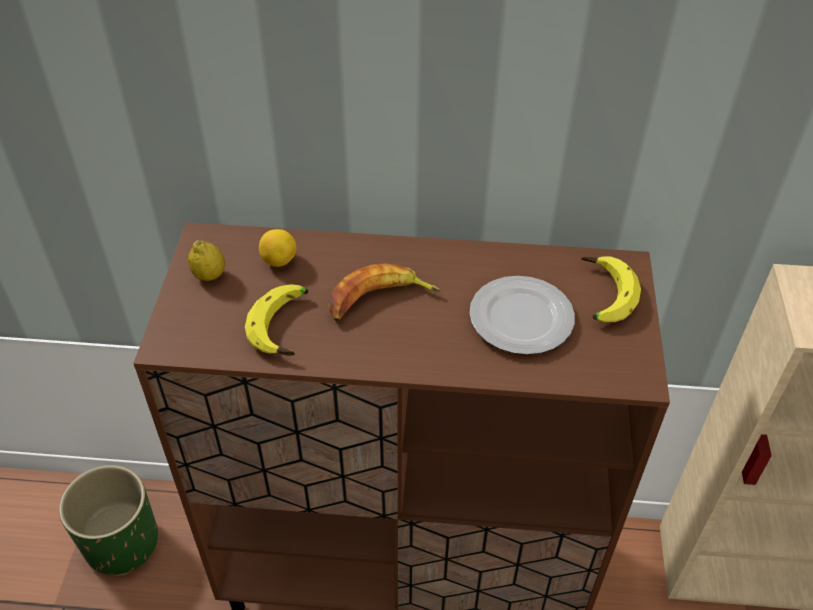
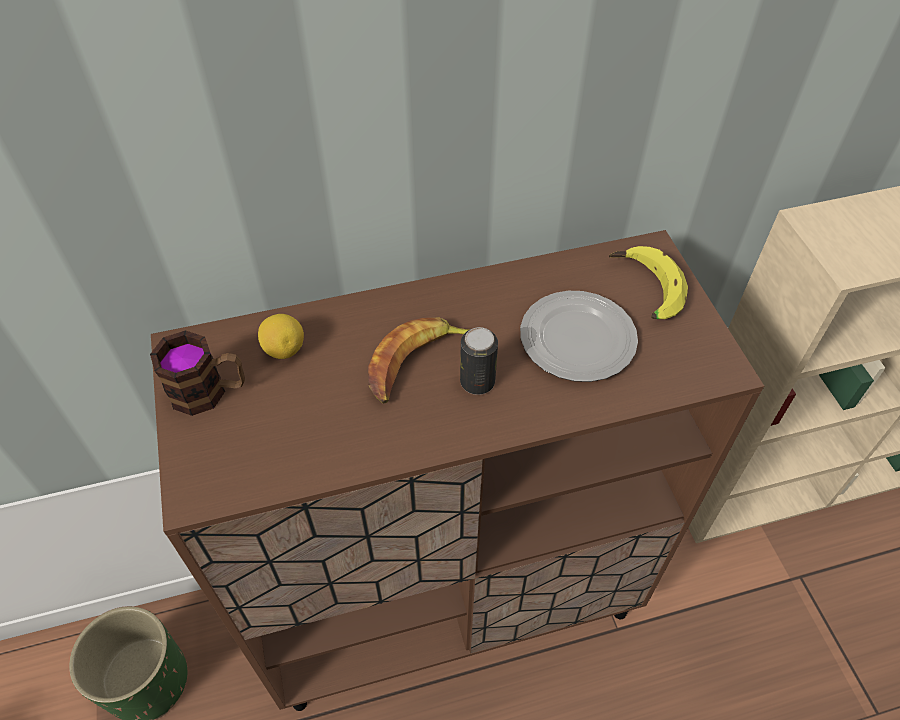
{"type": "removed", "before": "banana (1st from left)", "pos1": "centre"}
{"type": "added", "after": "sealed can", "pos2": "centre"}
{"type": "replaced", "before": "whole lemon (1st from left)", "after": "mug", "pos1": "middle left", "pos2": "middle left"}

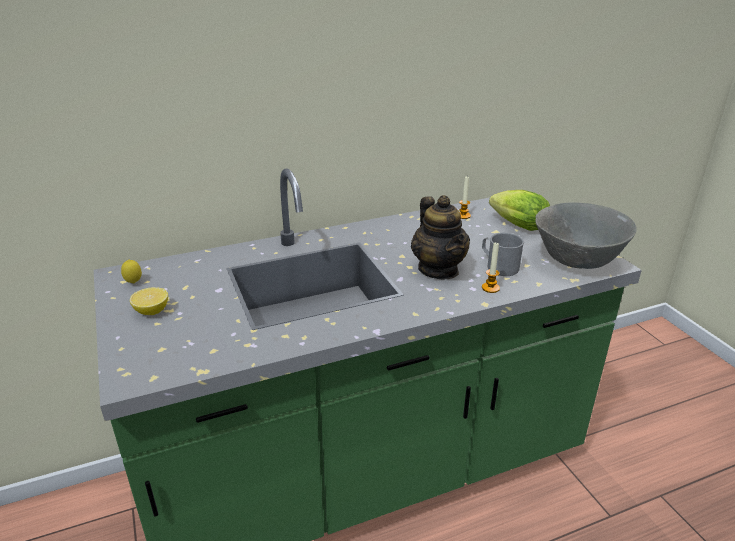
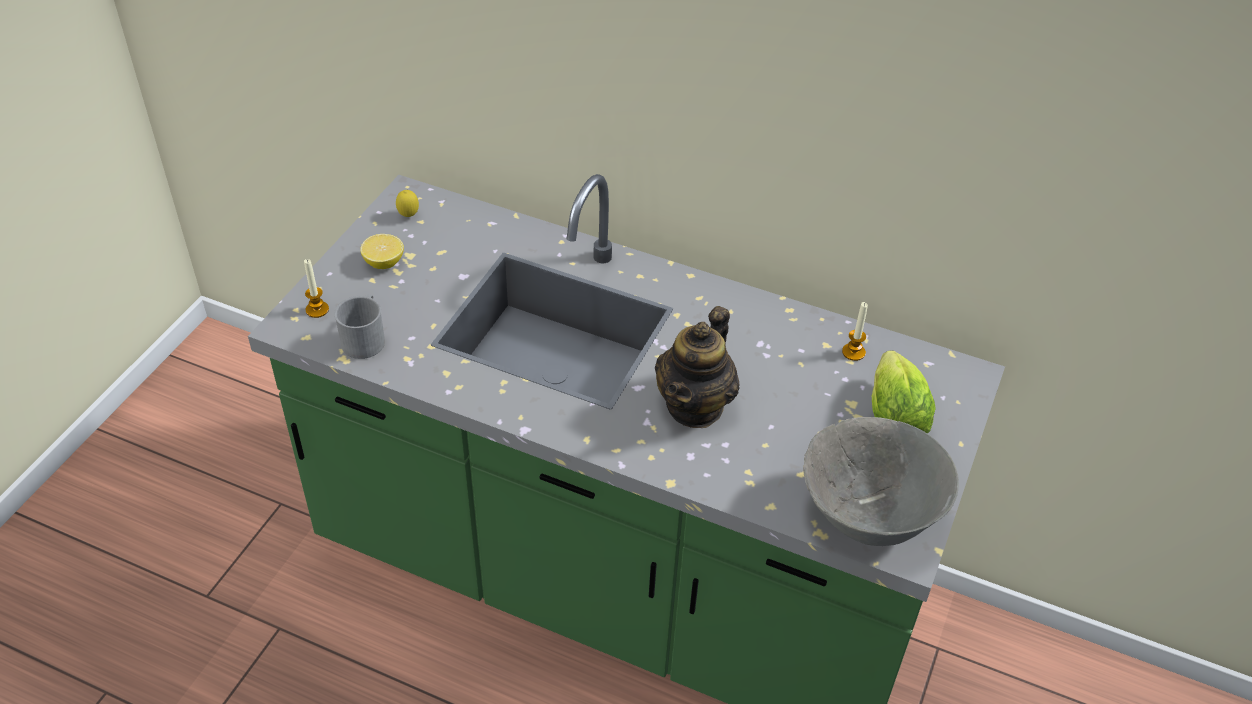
{"type": "moved", "before": "mug in grey", "pos1": "middle right", "pos2": "middle left"}
{"type": "moved", "before": "candle (2nd from left in the first image)", "after": "candle (1st from left)", "pos1": "middle right", "pos2": "middle left"}

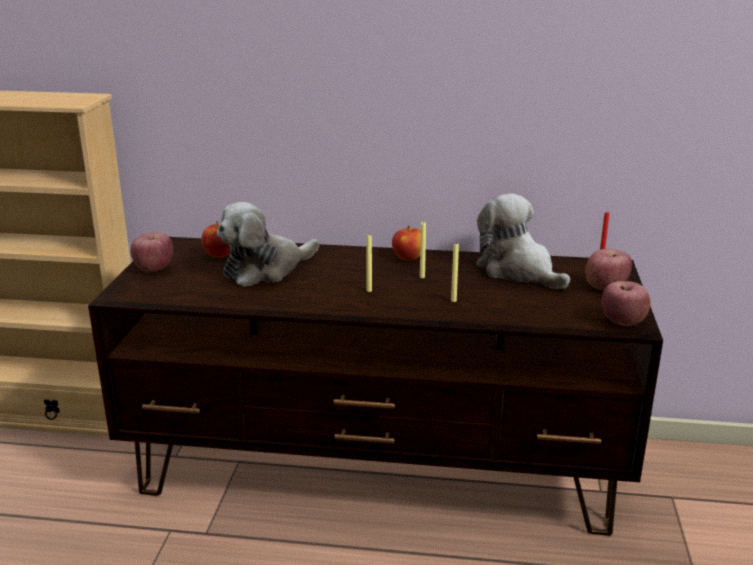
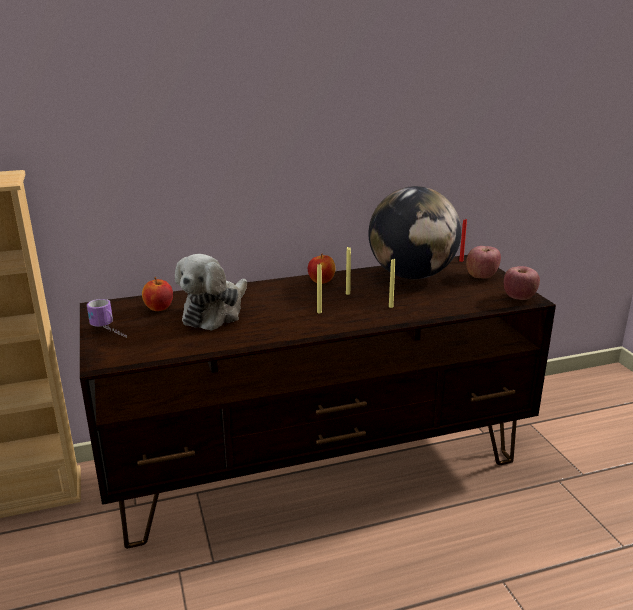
{"type": "replaced", "before": "apple (1st from left)", "after": "mug", "pos1": "middle left", "pos2": "middle left"}
{"type": "replaced", "before": "cuddly toy (2nd from left)", "after": "globe", "pos1": "middle right", "pos2": "centre"}

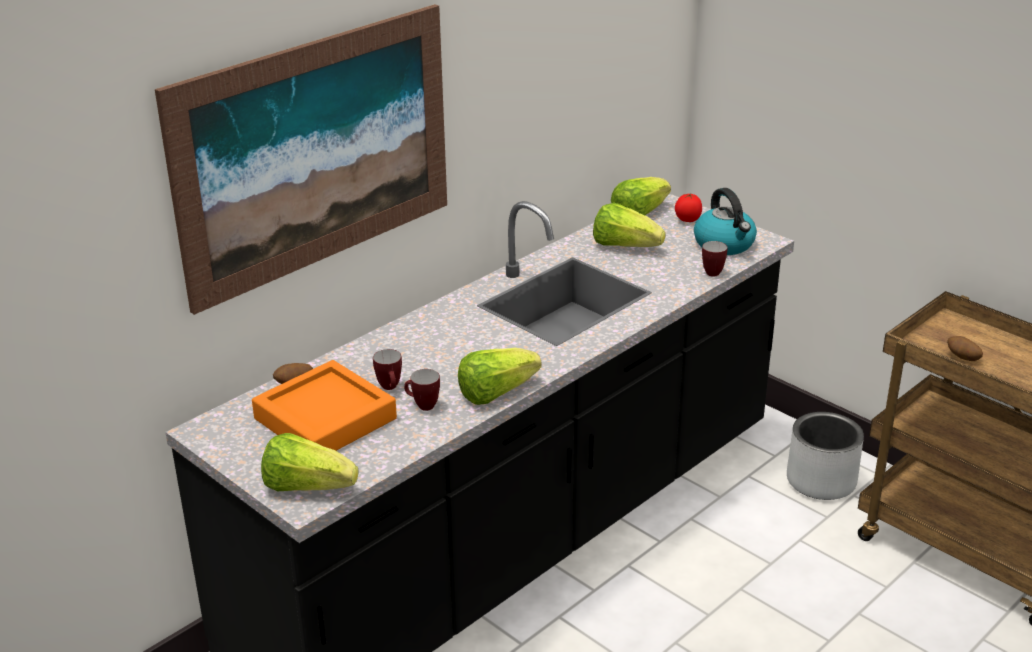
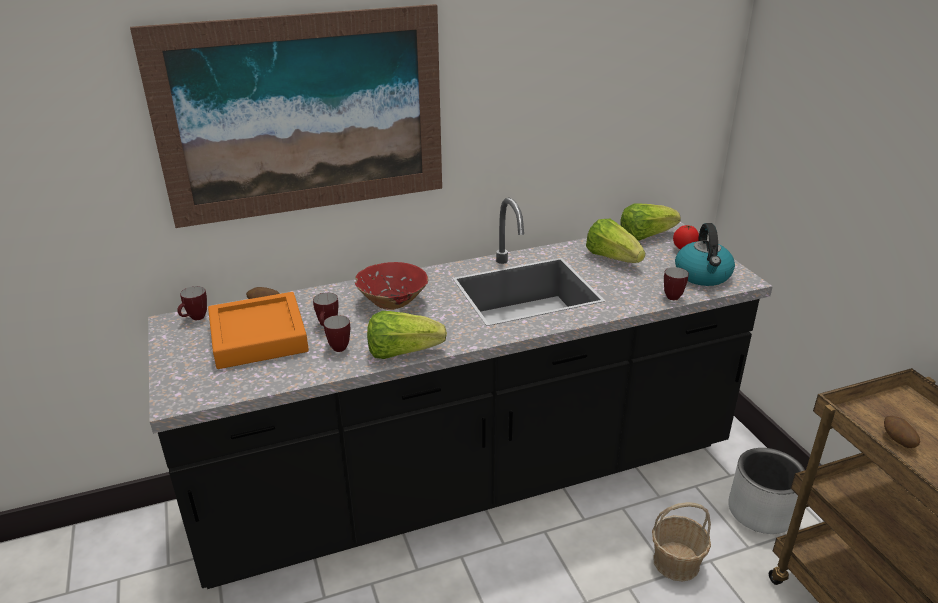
{"type": "removed", "before": "lettuce head (1st from left)", "pos1": "bottom left"}
{"type": "added", "after": "mug (1st from left)", "pos2": "middle left"}
{"type": "added", "after": "deep dish in red", "pos2": "centre"}
{"type": "added", "after": "household basket", "pos2": "bottom right"}

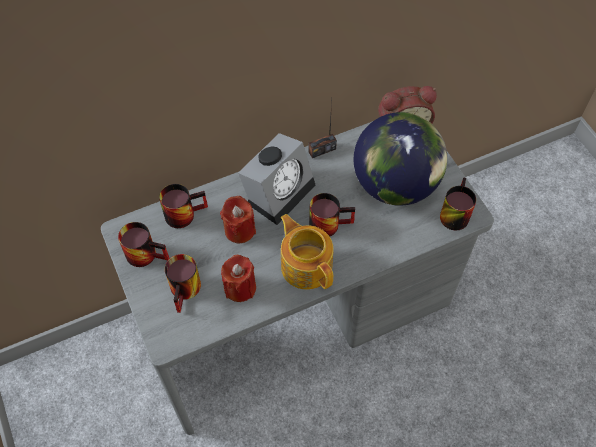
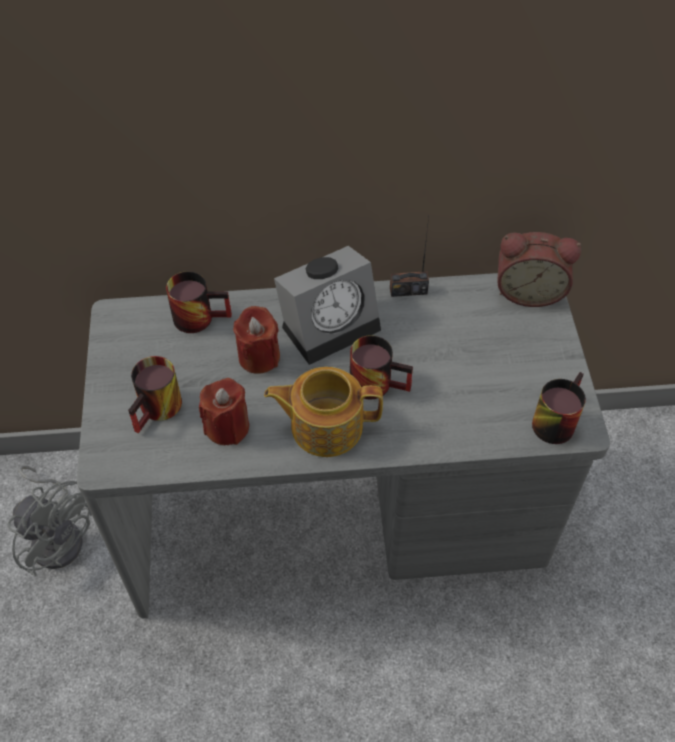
{"type": "removed", "before": "mug (1st from left)", "pos1": "middle left"}
{"type": "removed", "before": "globe", "pos1": "middle right"}
{"type": "added", "after": "cooling fan in grey", "pos2": "bottom left"}
{"type": "turned", "before": "teapot", "pos1": "centre", "pos2": "centre", "turn": -75}

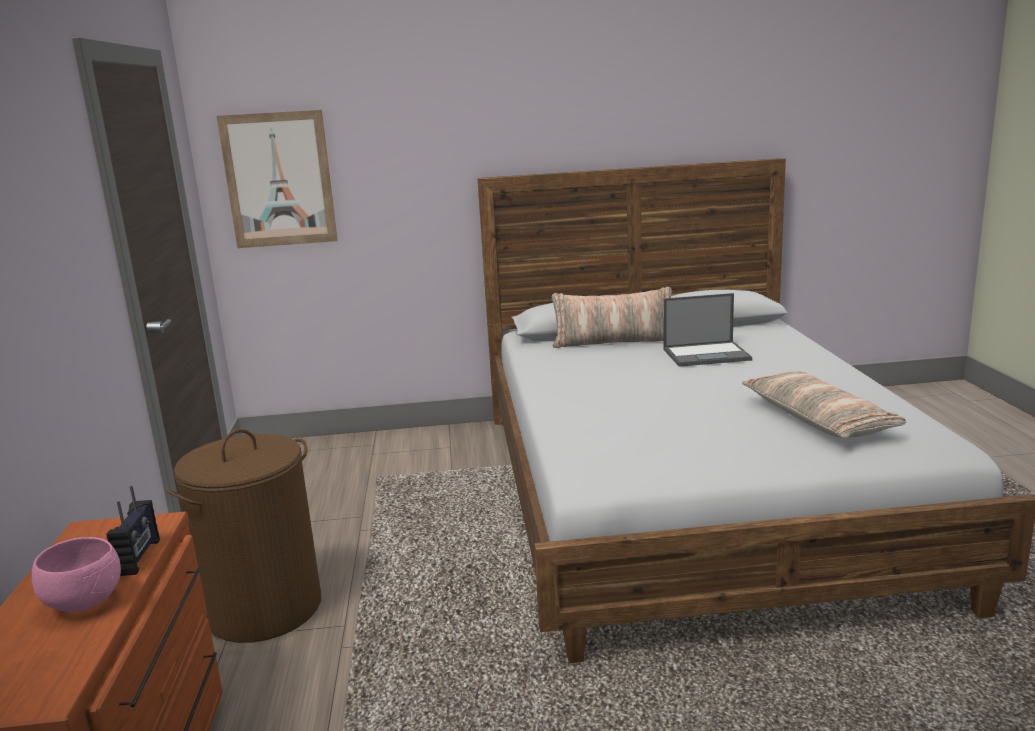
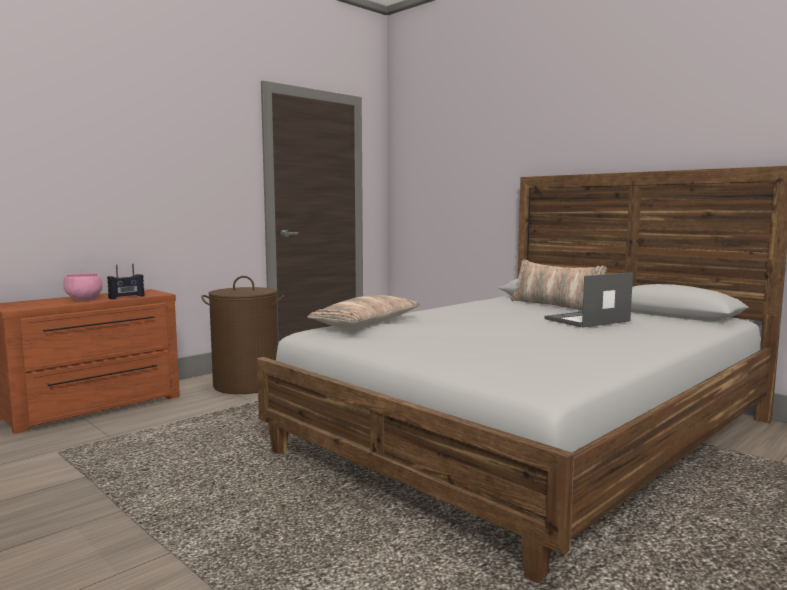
{"type": "removed", "before": "picture", "pos1": "top left"}
{"type": "moved", "before": "cushion (2nd from left in the first image)", "after": "cushion (1st from left)", "pos1": "middle right", "pos2": "centre"}
{"type": "turned", "before": "laptop", "pos1": "middle right", "pos2": "middle right", "turn": 105}

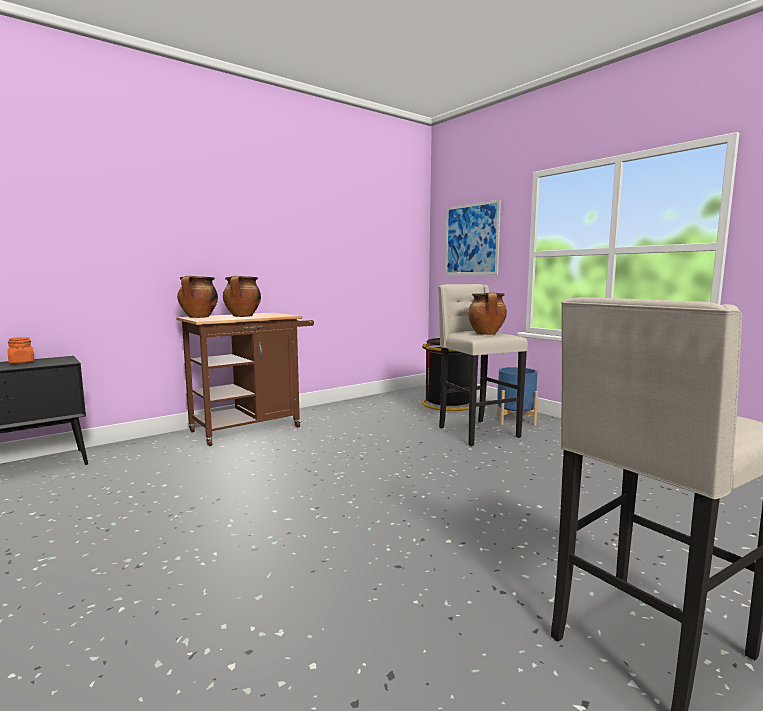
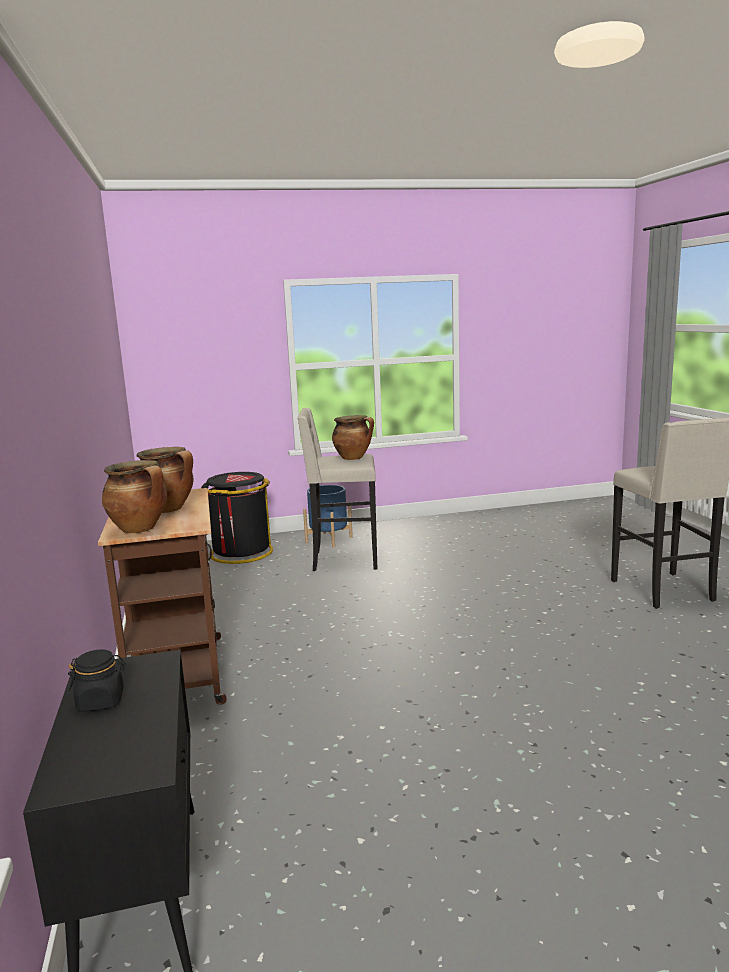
{"type": "removed", "before": "picture", "pos1": "centre"}
{"type": "recoloured", "before": "jar in orange", "after": "jar in black", "pos1": "middle left", "pos2": "bottom left"}

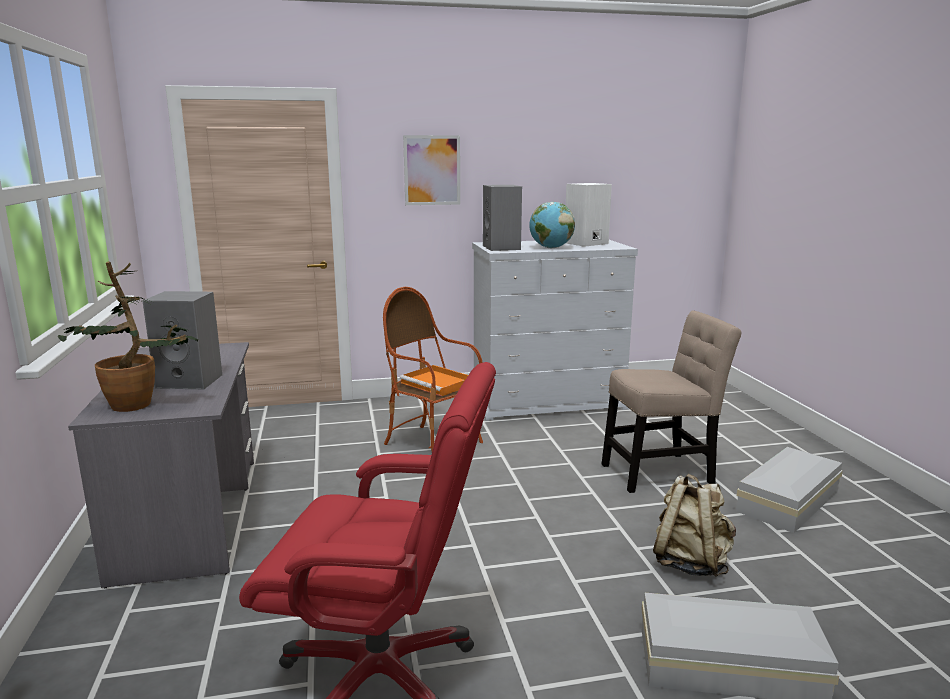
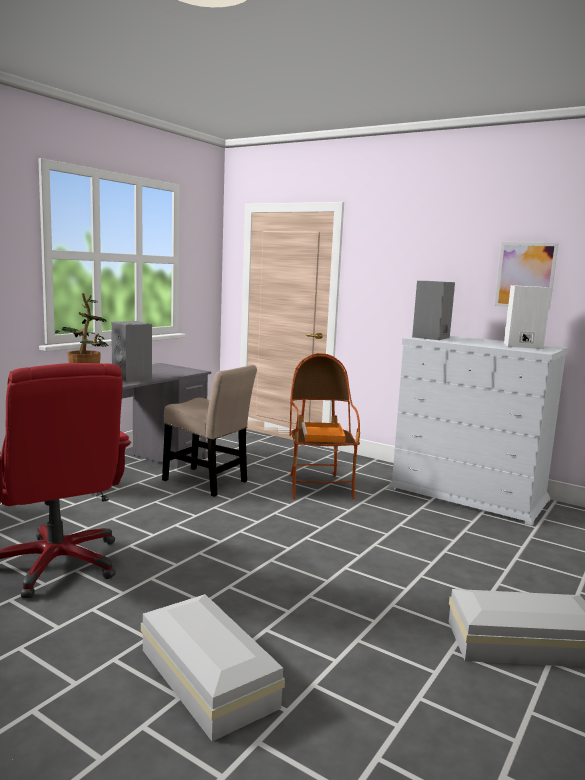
{"type": "removed", "before": "globe", "pos1": "top centre"}
{"type": "removed", "before": "backpack in beige", "pos1": "bottom right"}
{"type": "moved", "before": "picture", "pos1": "top centre", "pos2": "middle right"}
{"type": "moved", "before": "chair in beige", "pos1": "middle right", "pos2": "centre"}

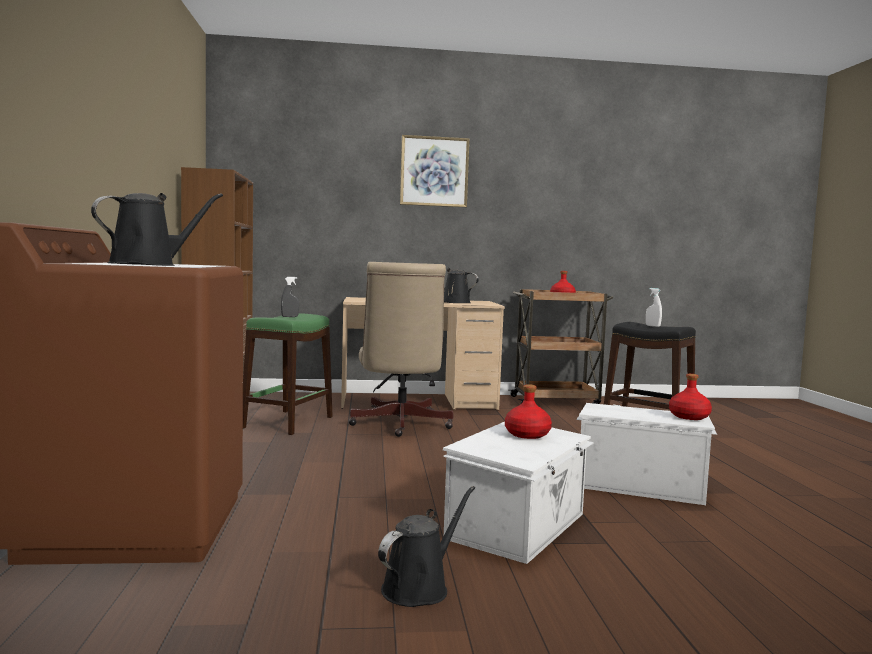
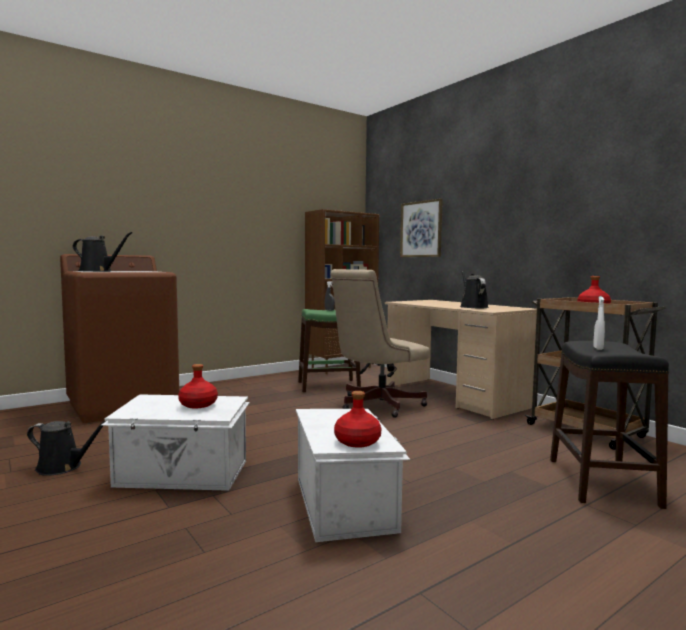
{"type": "moved", "before": "picture", "pos1": "top centre", "pos2": "centre"}

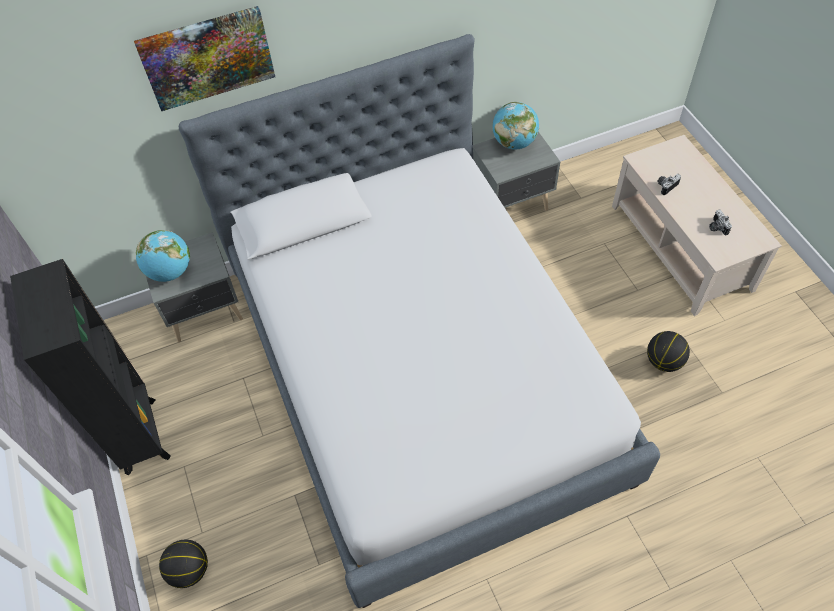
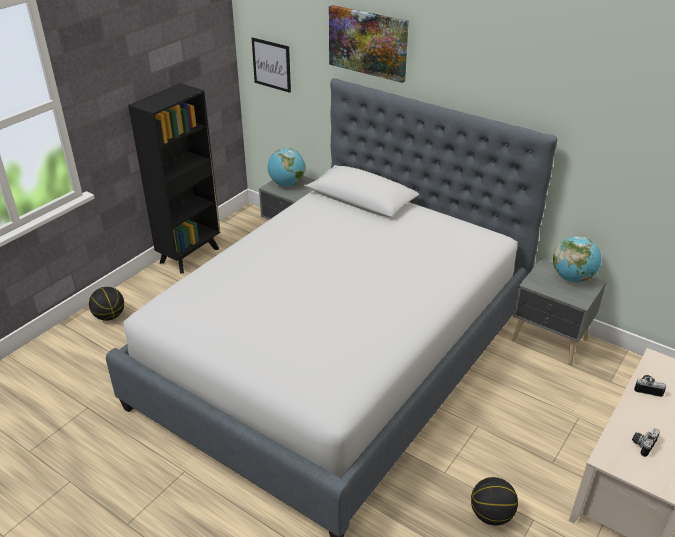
{"type": "added", "after": "picture (1st from left)", "pos2": "top centre"}

